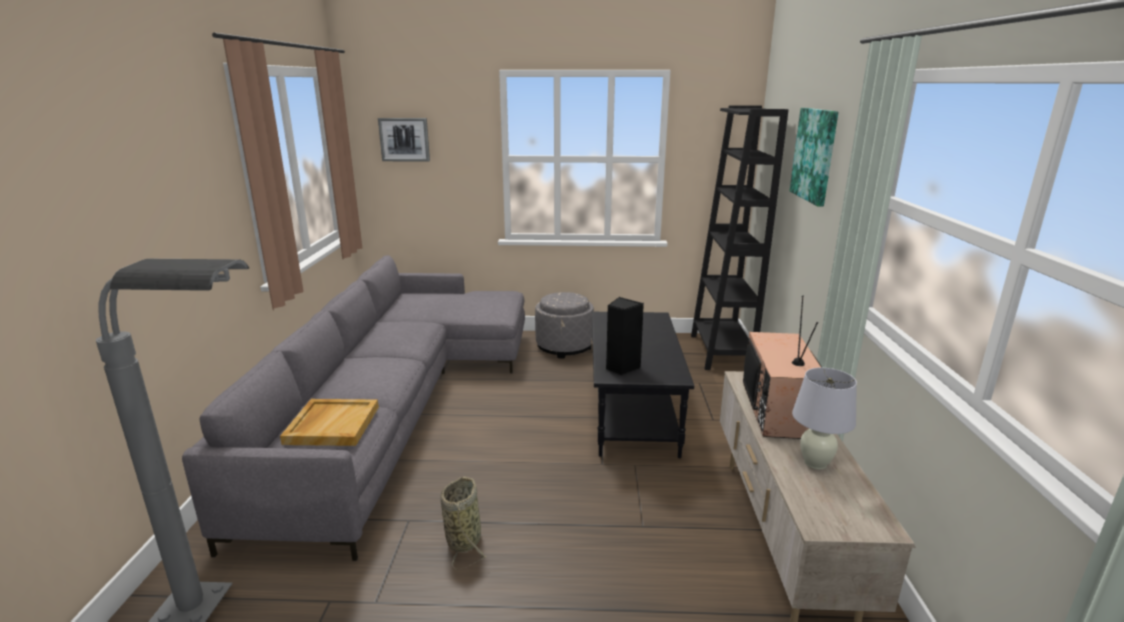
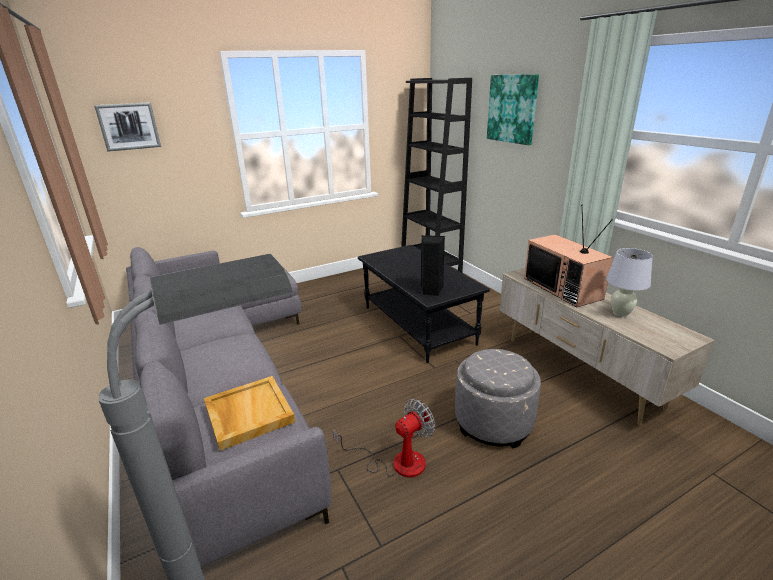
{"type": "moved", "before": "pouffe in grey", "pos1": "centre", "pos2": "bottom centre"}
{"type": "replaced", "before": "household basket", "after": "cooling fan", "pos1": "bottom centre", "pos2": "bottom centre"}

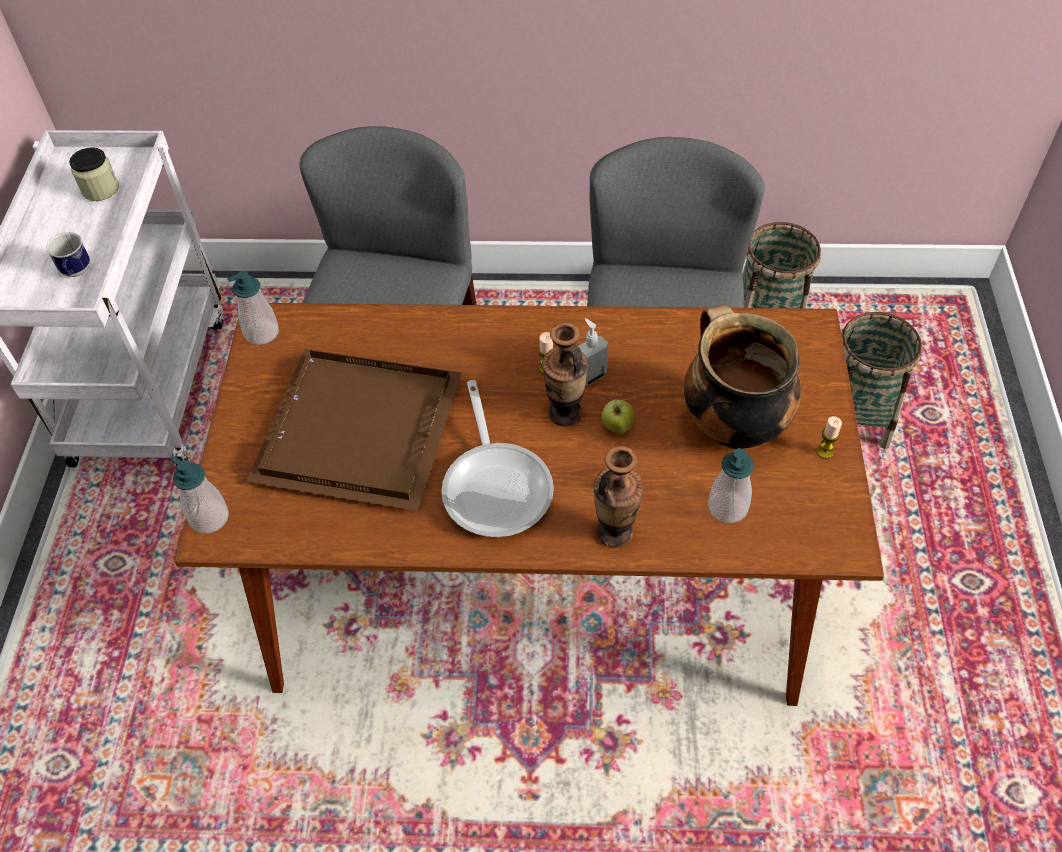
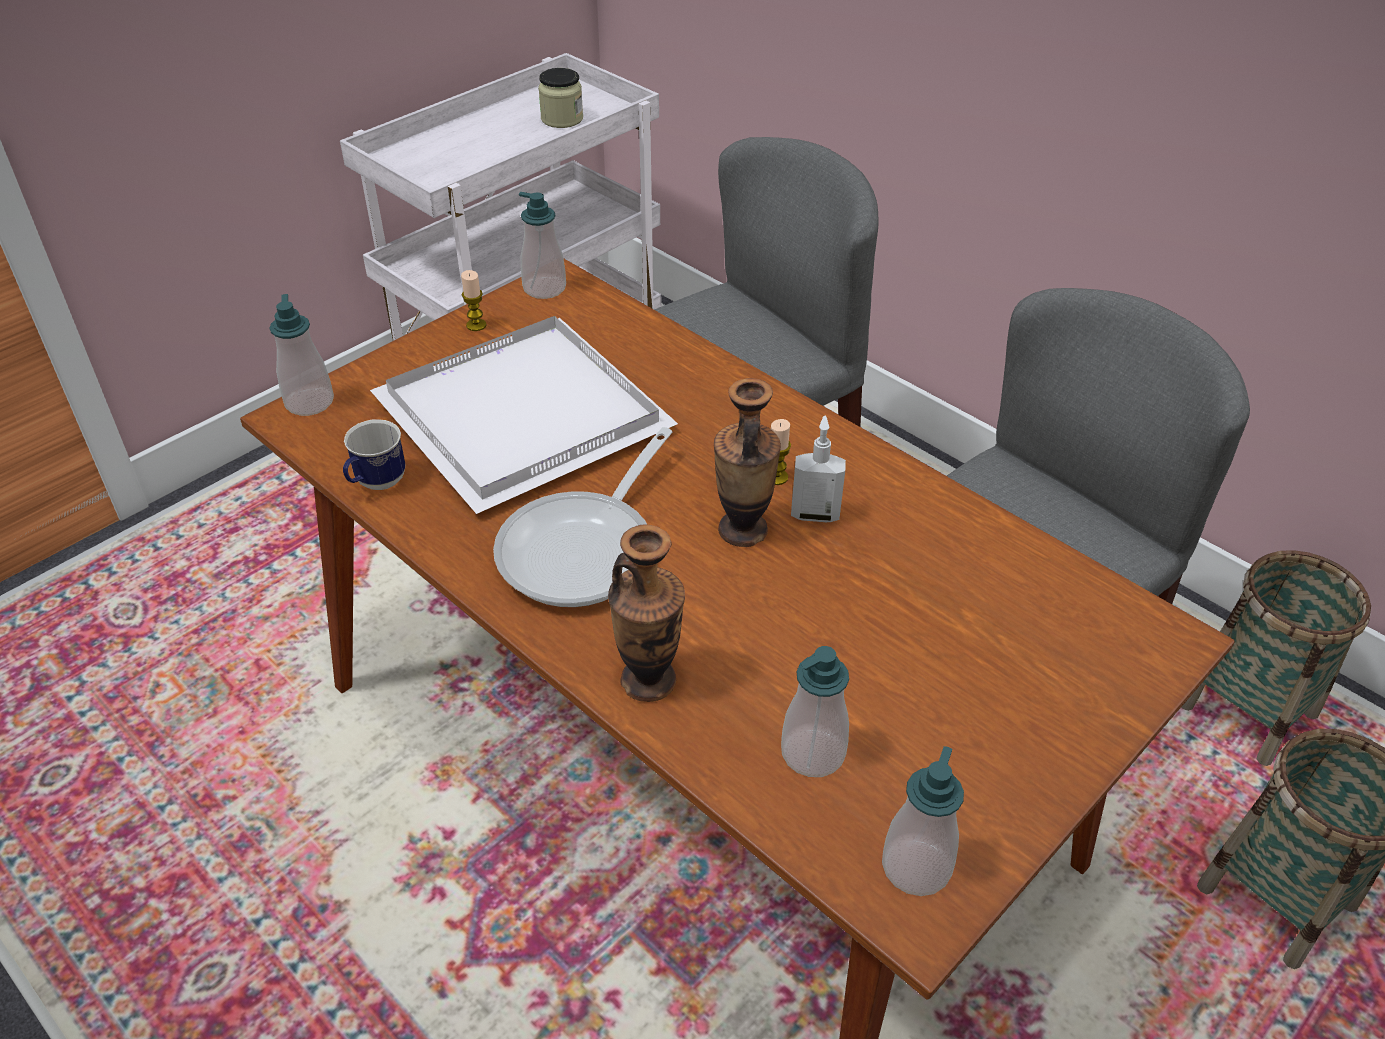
{"type": "removed", "before": "apple", "pos1": "centre"}
{"type": "removed", "before": "saucepot", "pos1": "middle right"}
{"type": "added", "after": "liquid soap bottle (5th from left)", "pos2": "bottom centre"}
{"type": "moved", "before": "mug", "pos1": "top left", "pos2": "middle left"}
{"type": "moved", "before": "candle (2nd from left in the first image)", "after": "candle (1st from left)", "pos1": "middle right", "pos2": "top centre"}
{"type": "recoloured", "before": "serving tray in brown", "after": "serving tray in white", "pos1": "centre", "pos2": "centre"}

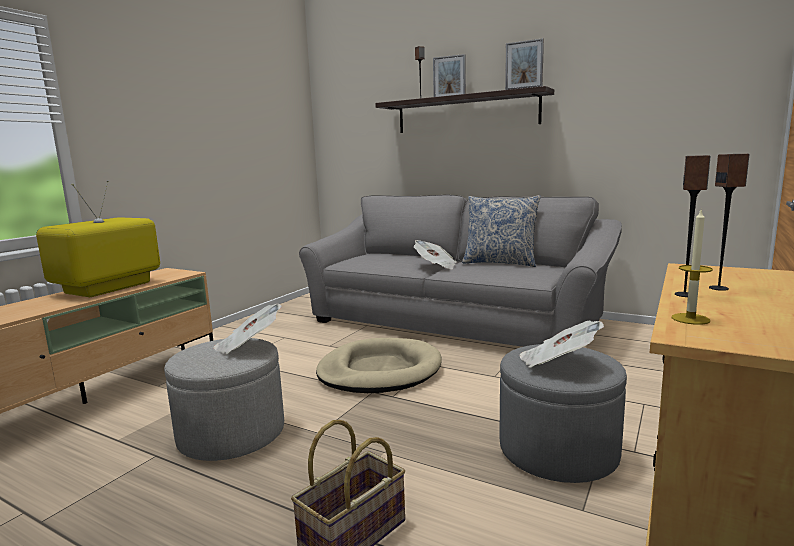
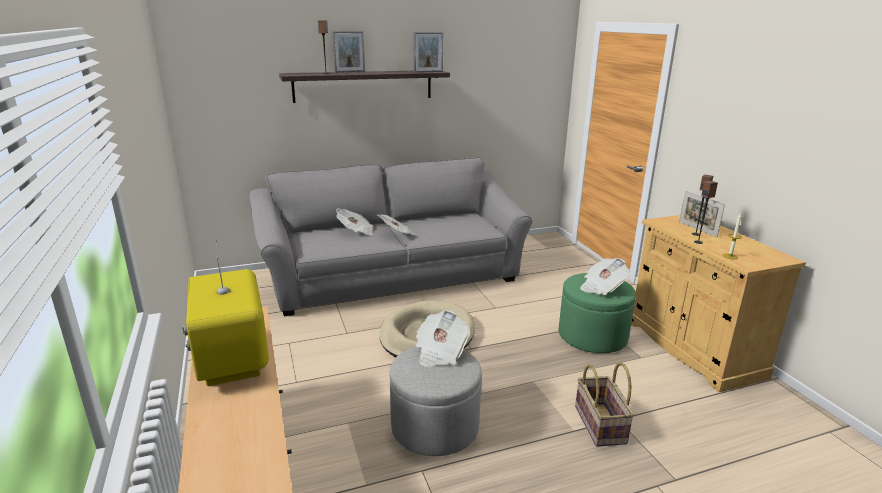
{"type": "removed", "before": "cushion", "pos1": "centre"}
{"type": "added", "after": "newspaper (1st from left)", "pos2": "centre"}
{"type": "added", "after": "photo frame (3rd from left)", "pos2": "middle right"}
{"type": "recoloured", "before": "pouffe in grey (2nd from left)", "after": "pouffe in green-coloured", "pos1": "bottom right", "pos2": "middle right"}

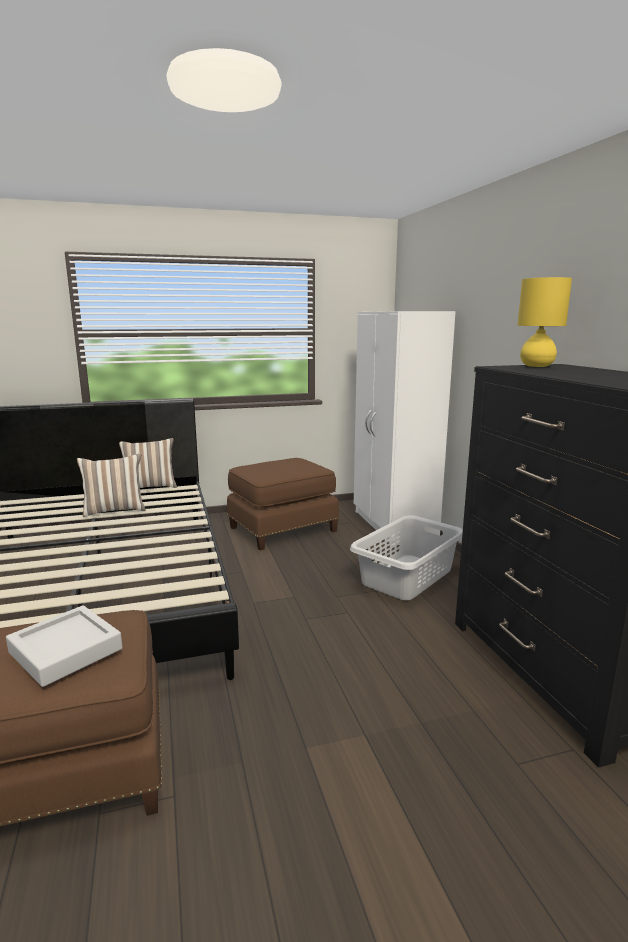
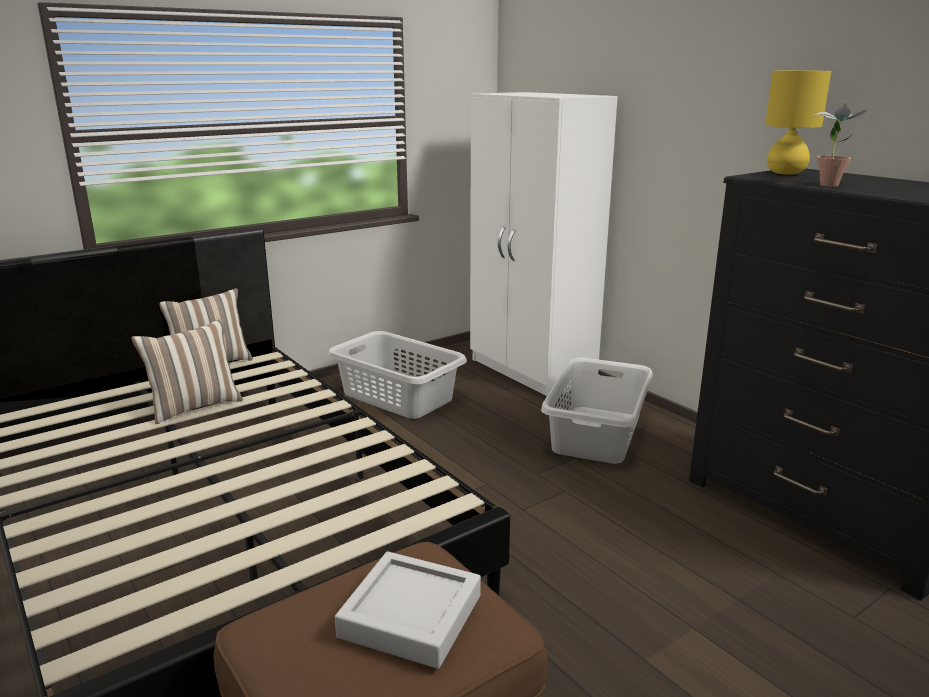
{"type": "added", "after": "potted plant", "pos2": "top right"}
{"type": "replaced", "before": "pouffe in brown (2nd from left)", "after": "washing basket in grey (1st from left)", "pos1": "centre", "pos2": "centre"}

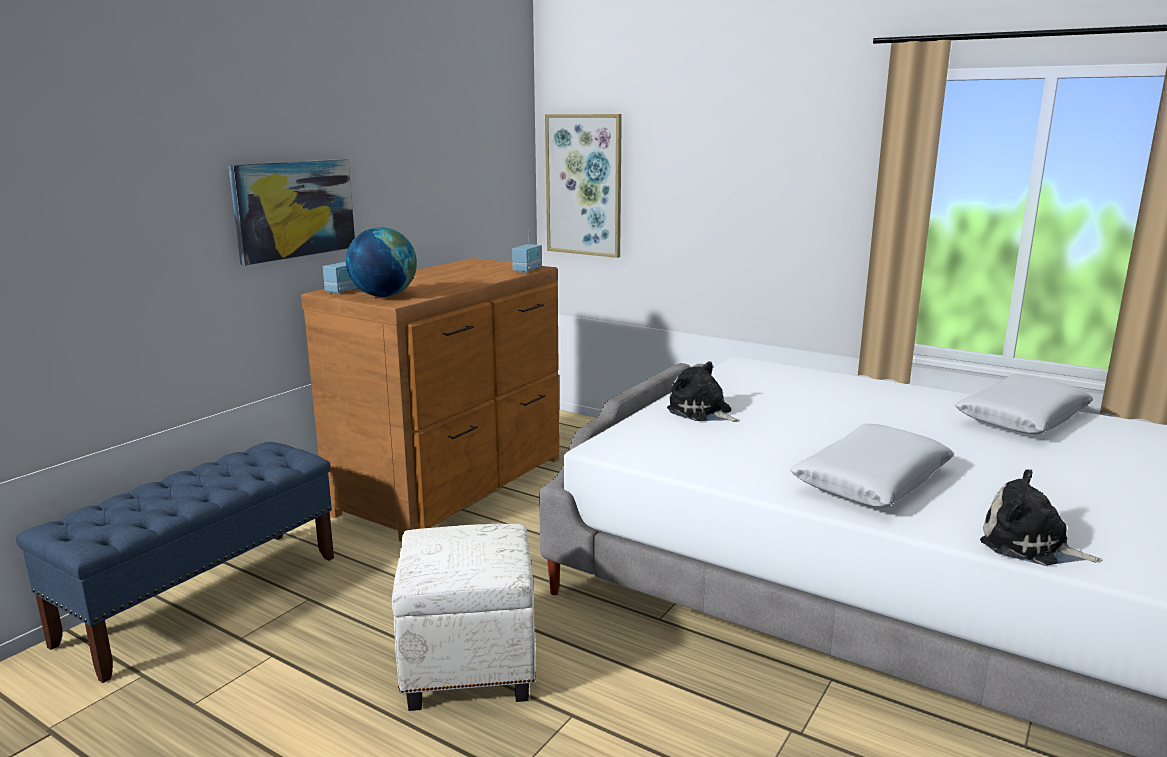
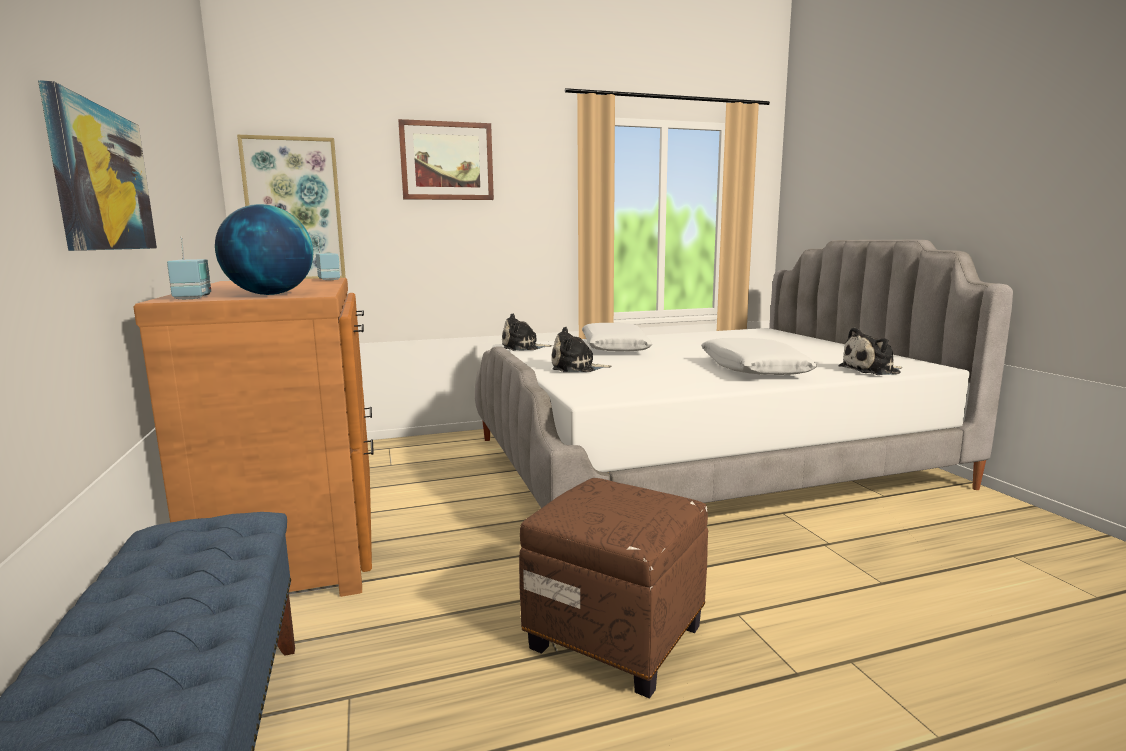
{"type": "added", "after": "picture (3rd from left)", "pos2": "top centre"}
{"type": "added", "after": "cuddly toy (1st from left)", "pos2": "centre"}
{"type": "moved", "before": "cushion in white (2nd from left in the first image)", "after": "cushion in white (1st from left)", "pos1": "middle right", "pos2": "centre"}
{"type": "recoloured", "before": "pouffe in white", "after": "pouffe in brown", "pos1": "bottom centre", "pos2": "bottom centre"}

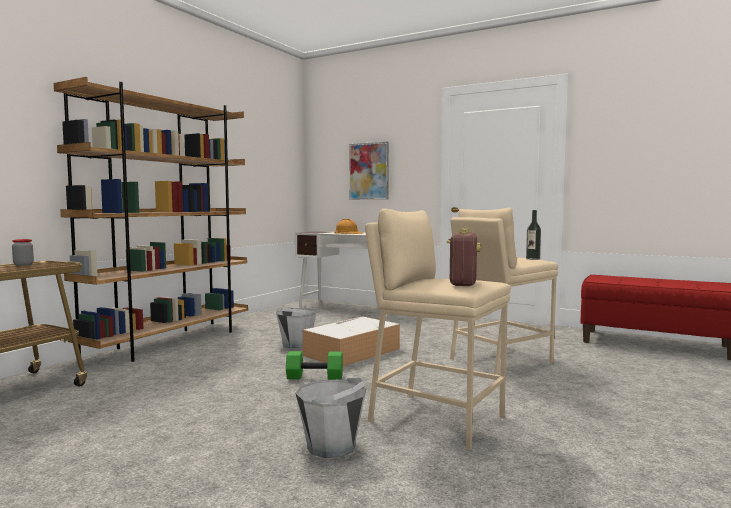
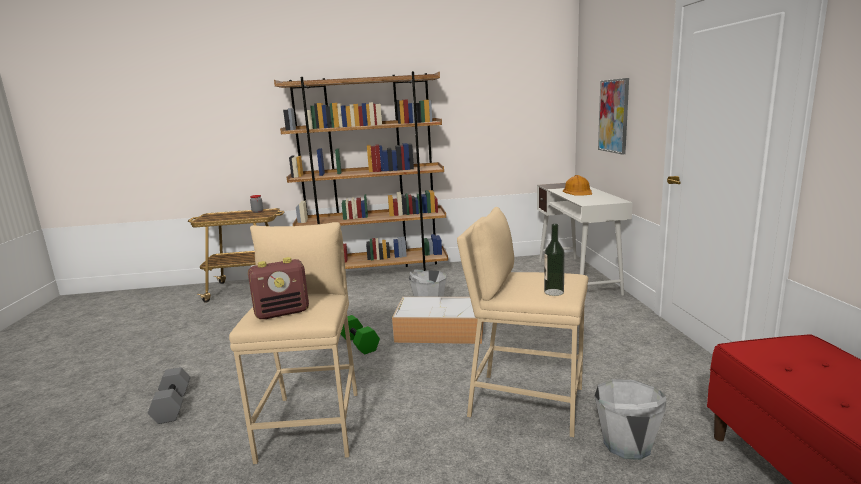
{"type": "added", "after": "dumbbell in grey", "pos2": "bottom left"}
{"type": "moved", "before": "bucket in grey (2nd from left)", "pos1": "bottom centre", "pos2": "bottom right"}

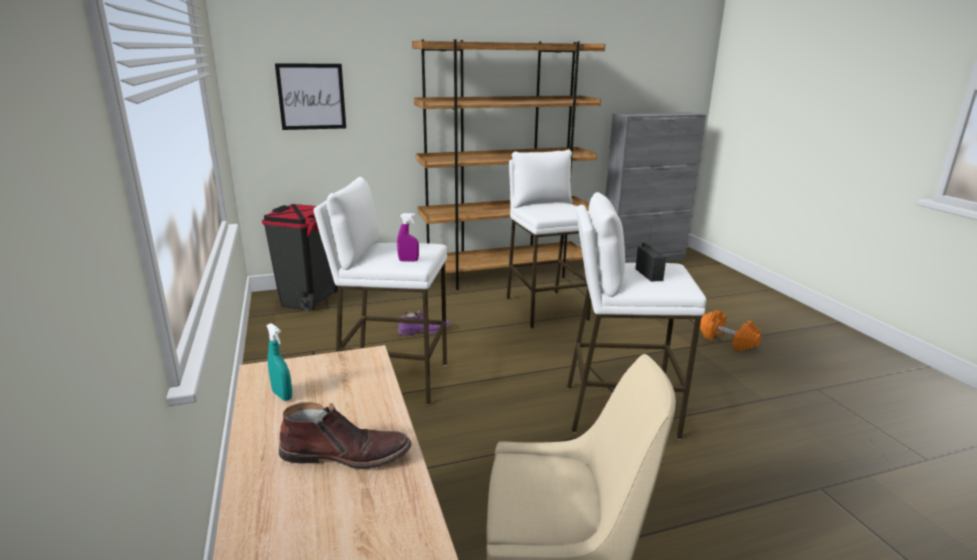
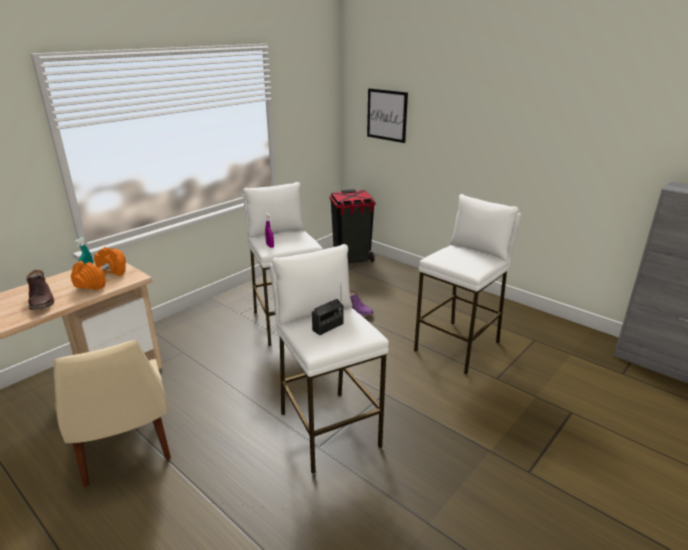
{"type": "removed", "before": "bookshelf in brown", "pos1": "top centre"}
{"type": "moved", "before": "dumbbell in orange", "pos1": "middle right", "pos2": "middle left"}

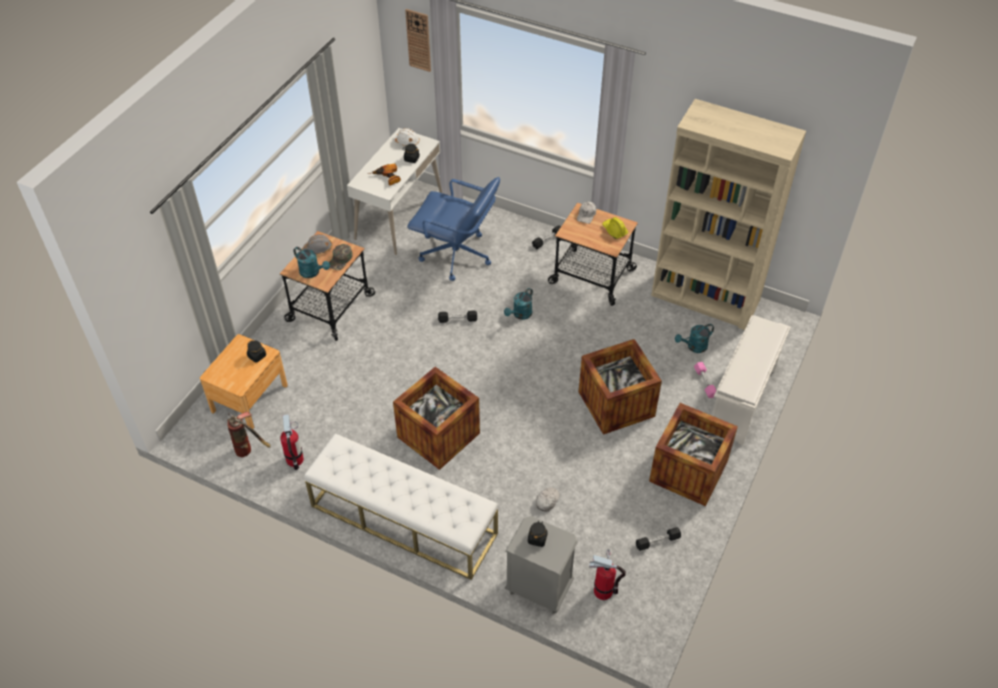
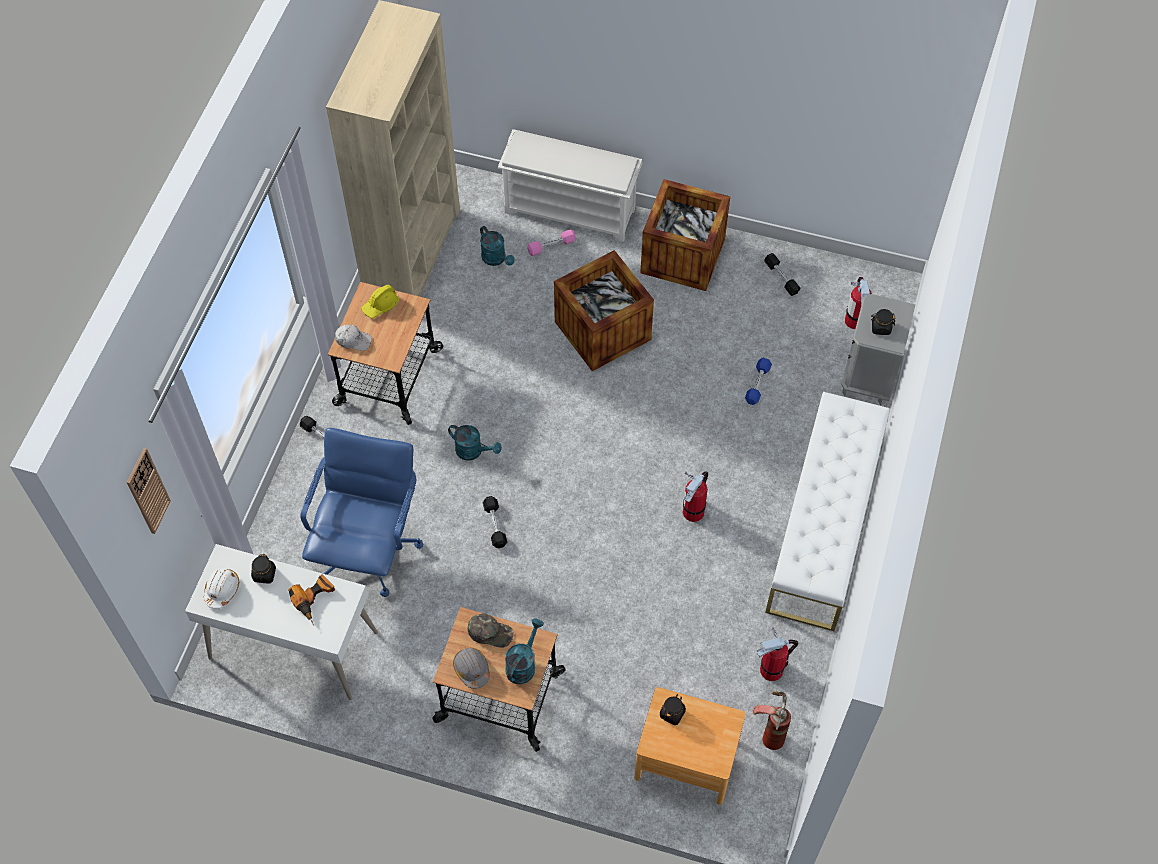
{"type": "replaced", "before": "crate (1st from left)", "after": "fire-fighting cylinder (1st from left)", "pos1": "centre", "pos2": "centre"}
{"type": "replaced", "before": "cap in white (1st from left)", "after": "dumbbell in bluish", "pos1": "bottom centre", "pos2": "centre"}

